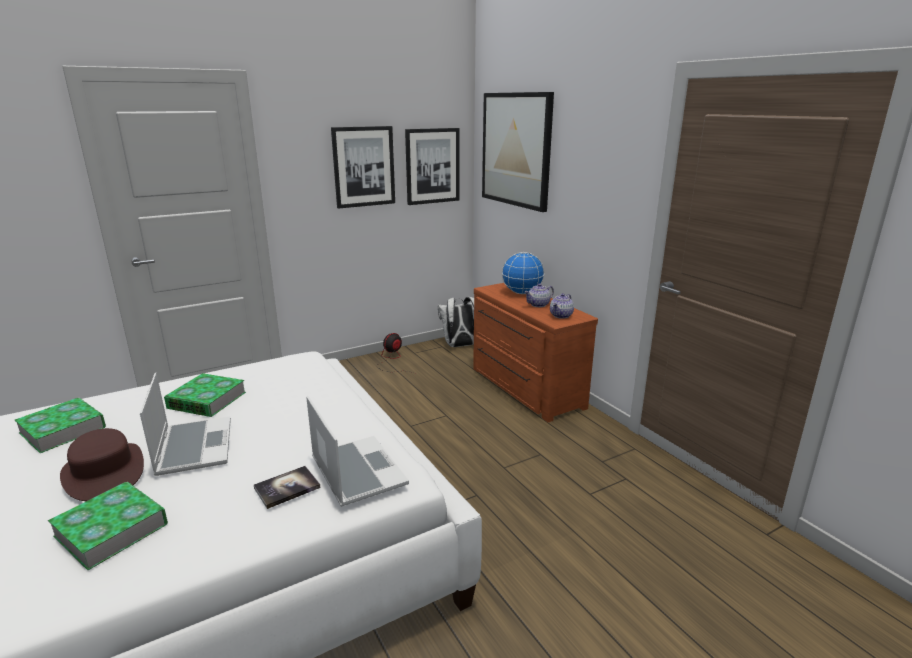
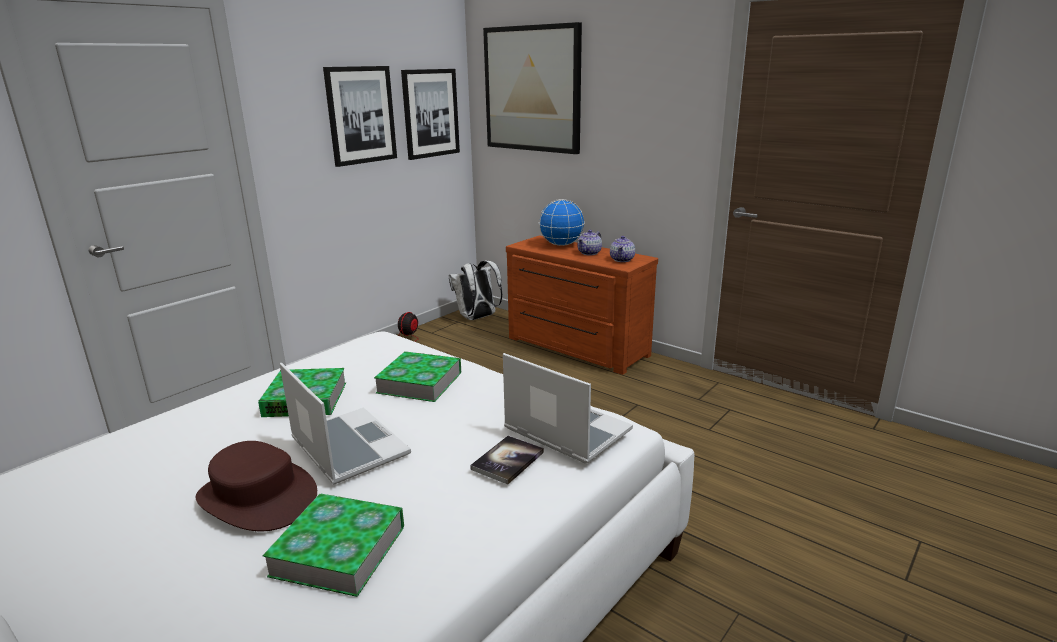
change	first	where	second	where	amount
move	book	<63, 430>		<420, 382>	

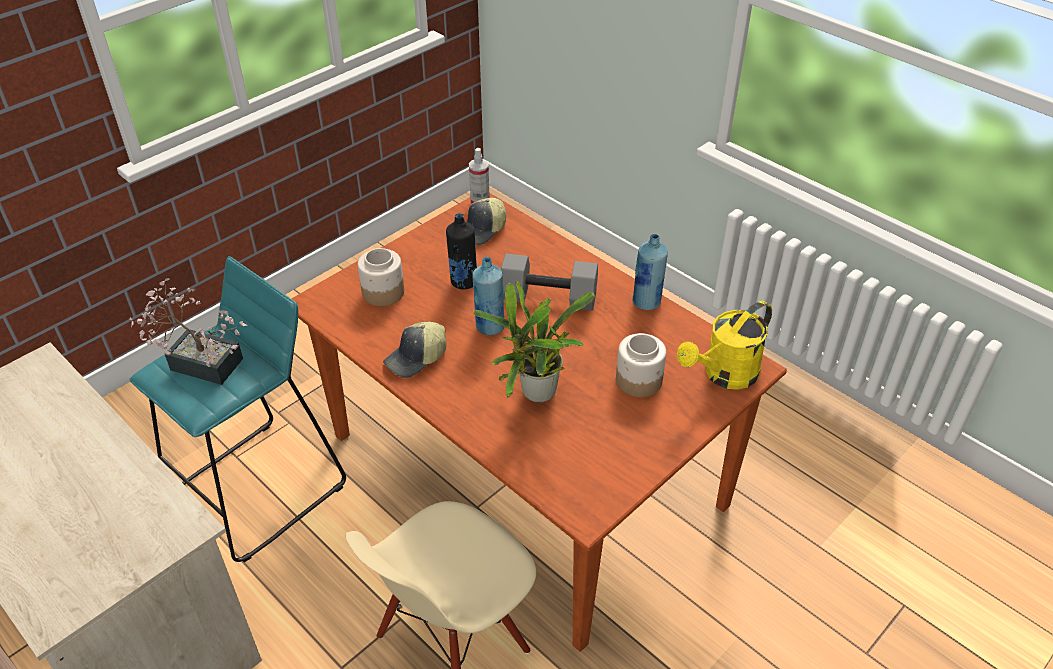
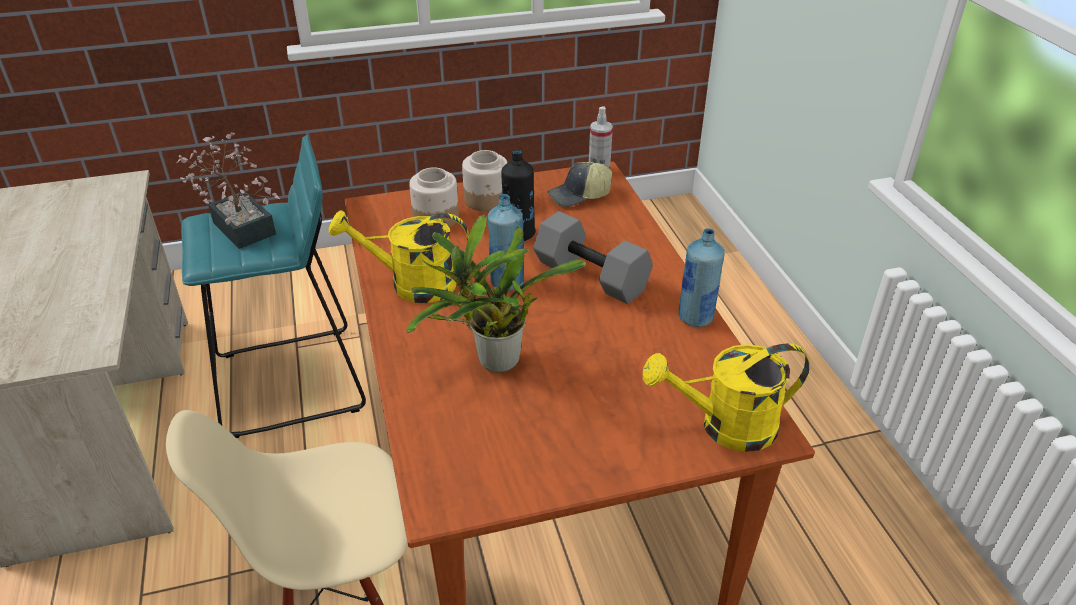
change	first	where	second	where	amount
replace	cap	<417, 358>	watering can (yellow)	<411, 285>	
move	jar	<639, 380>		<487, 200>	

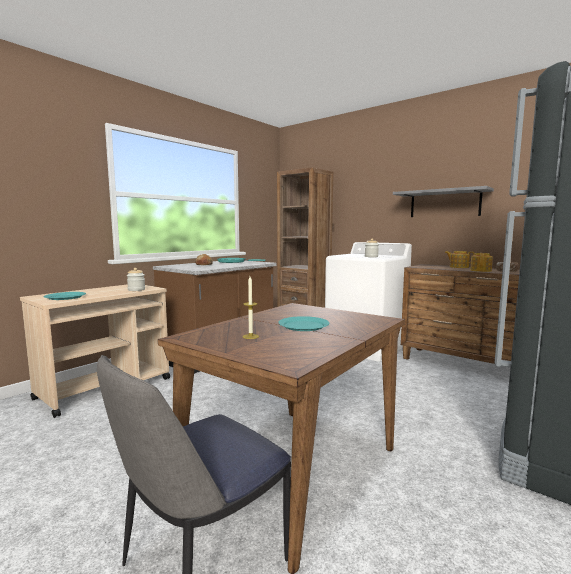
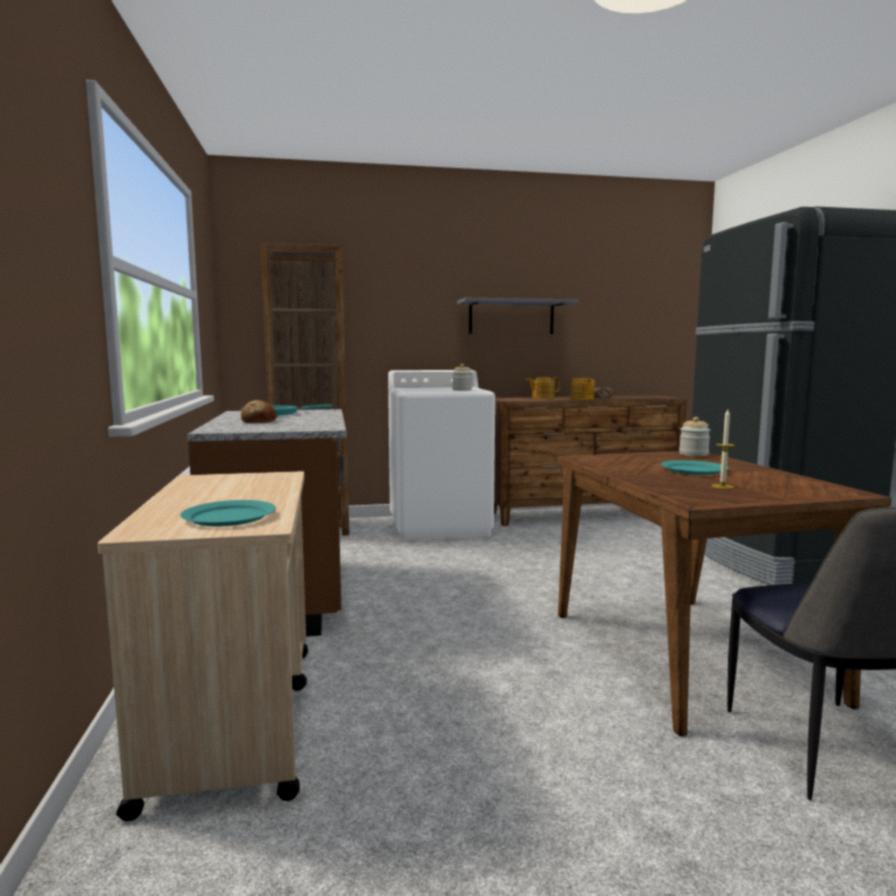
change	first	where	second	where	amount
move	jar	<136, 290>		<693, 454>	

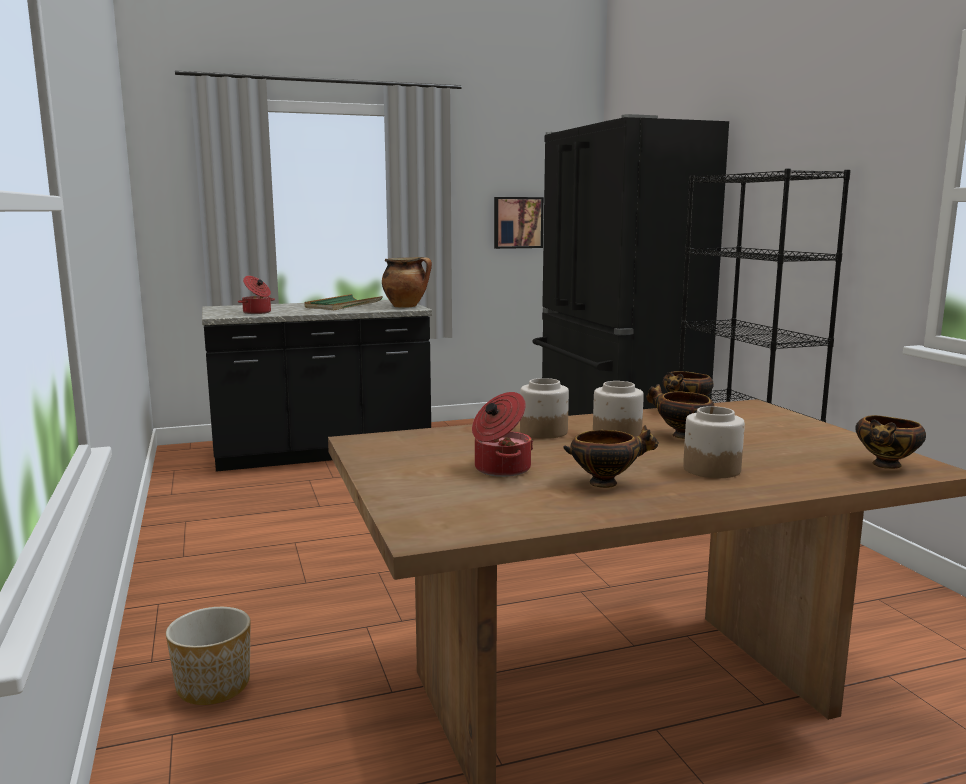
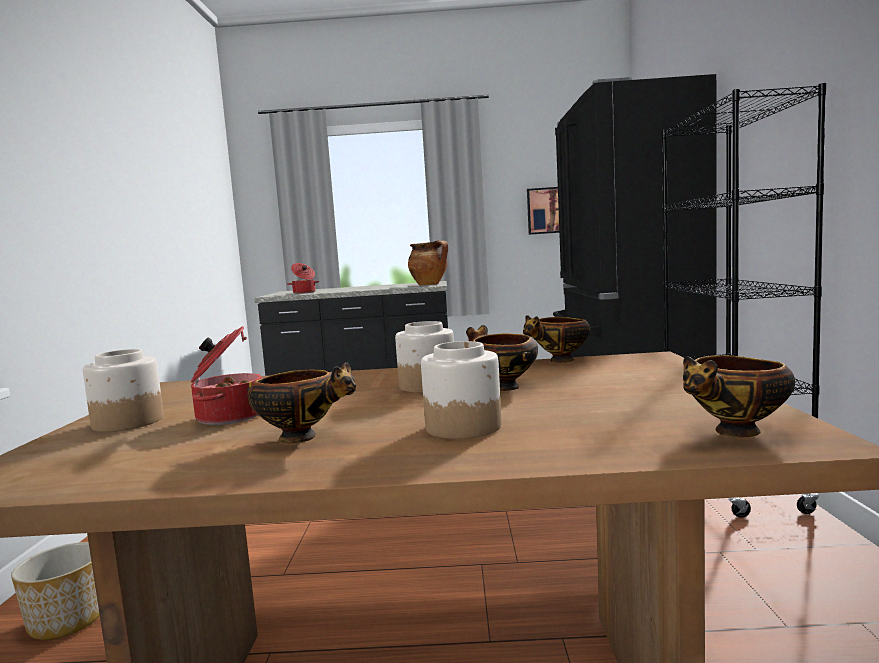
change	first	where	second	where	amount
move	jar	<543, 432>		<127, 422>	
delete	tray (green)	<343, 305>			

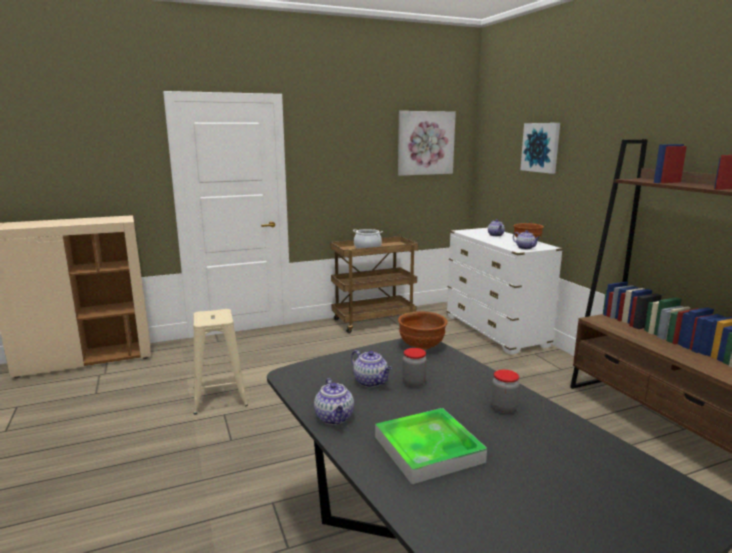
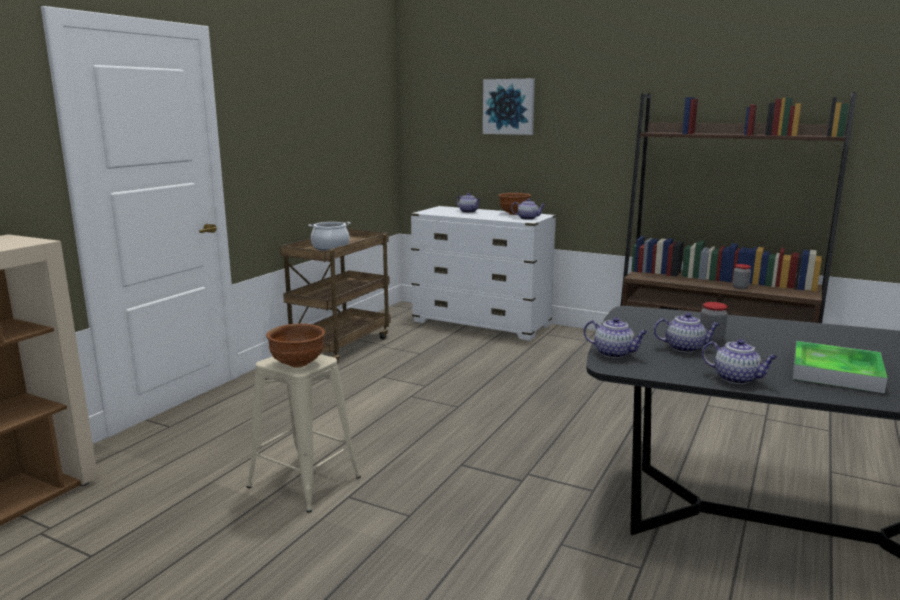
change	first	where	second	where	amount
move	bowl (brown)	<421, 347>		<298, 364>	
insert			teapot	<614, 353>	
move	jar	<503, 408>		<740, 287>	
delete	picture	<425, 143>			

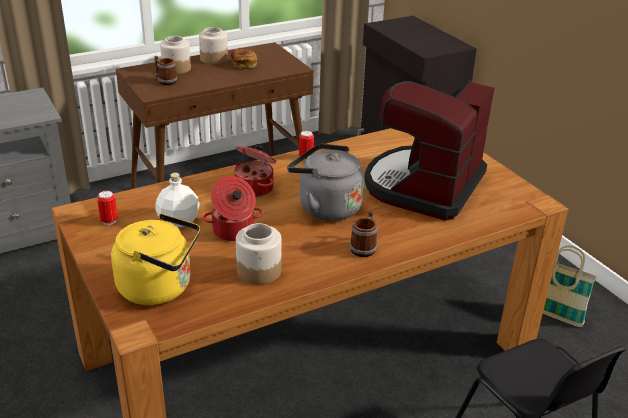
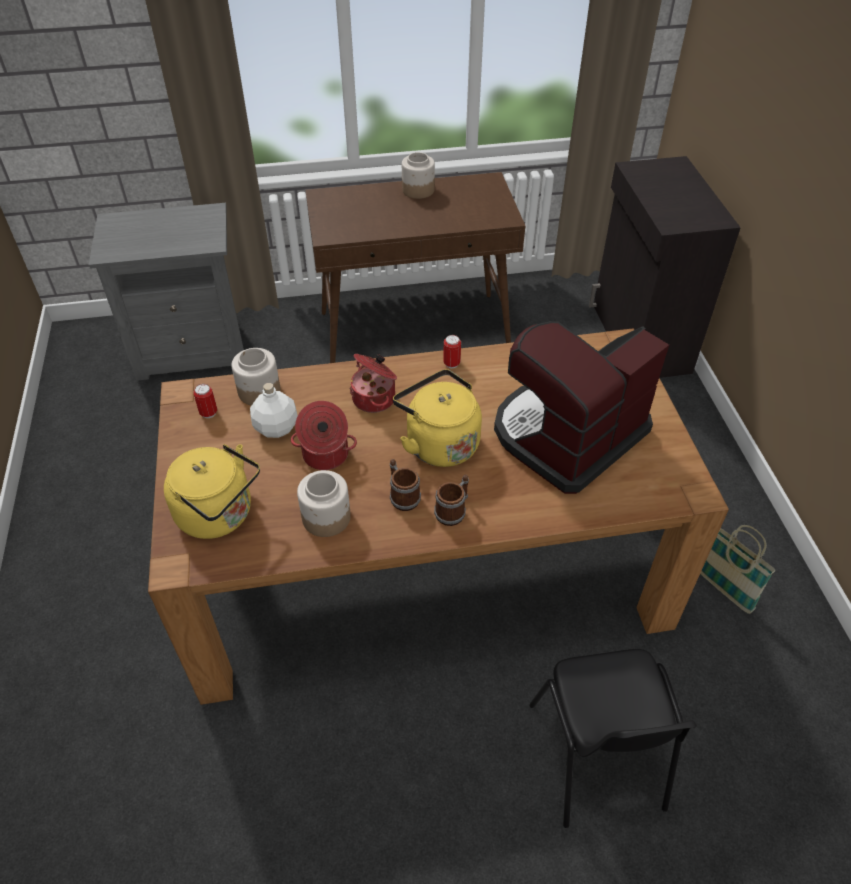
change	first	where	second	where	amount
move	jar	<176, 68>		<258, 391>	
move	mug	<165, 81>		<402, 496>	
recolor	kettle (grey)	<325, 207>	kettle (yellow)	<438, 443>	
delete	bread	<244, 65>			

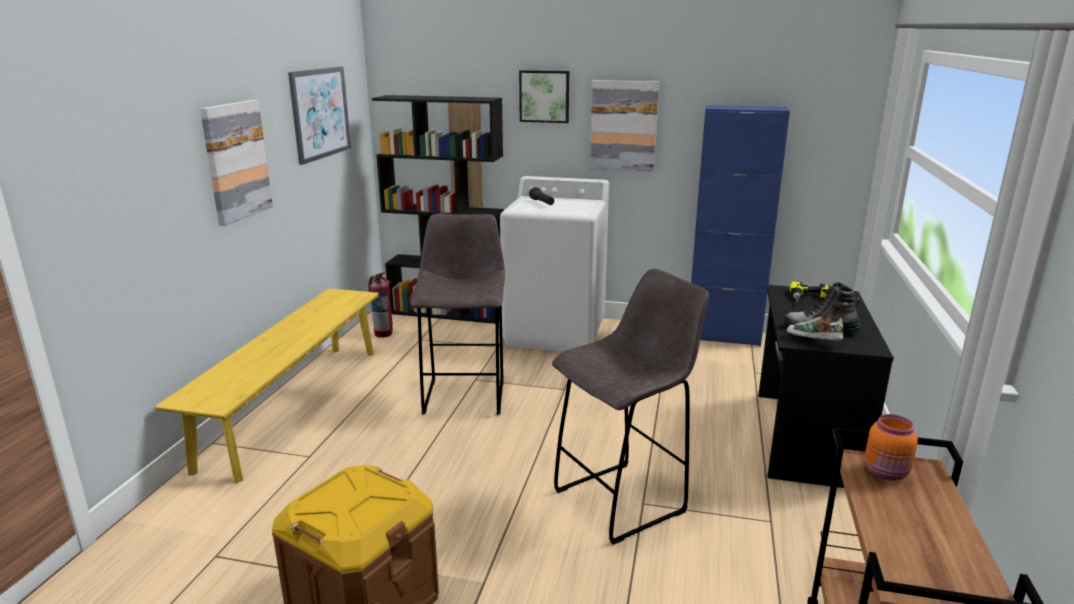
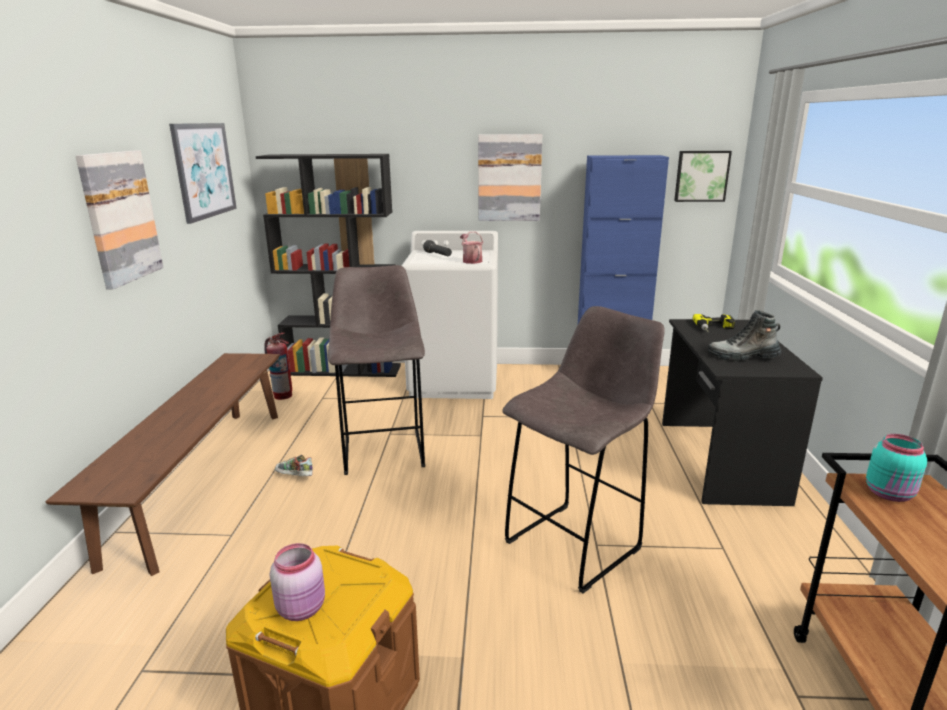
change	first	where	second	where	amount
recolor	bench (yellow)	<295, 404>	bench (brown)	<203, 478>	
insert			jar (pink)	<303, 608>	
move	shoe	<812, 341>		<294, 476>	
insert			watering can	<471, 260>	
move	picture	<544, 96>		<701, 176>	
recolor	jar (orange)	<887, 473>	jar (turquoise)	<890, 494>	

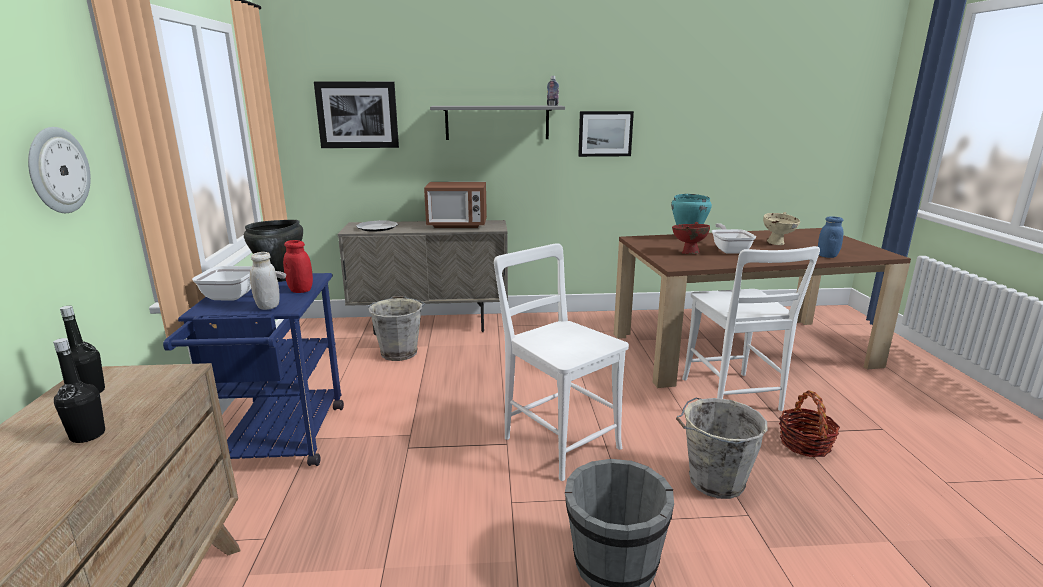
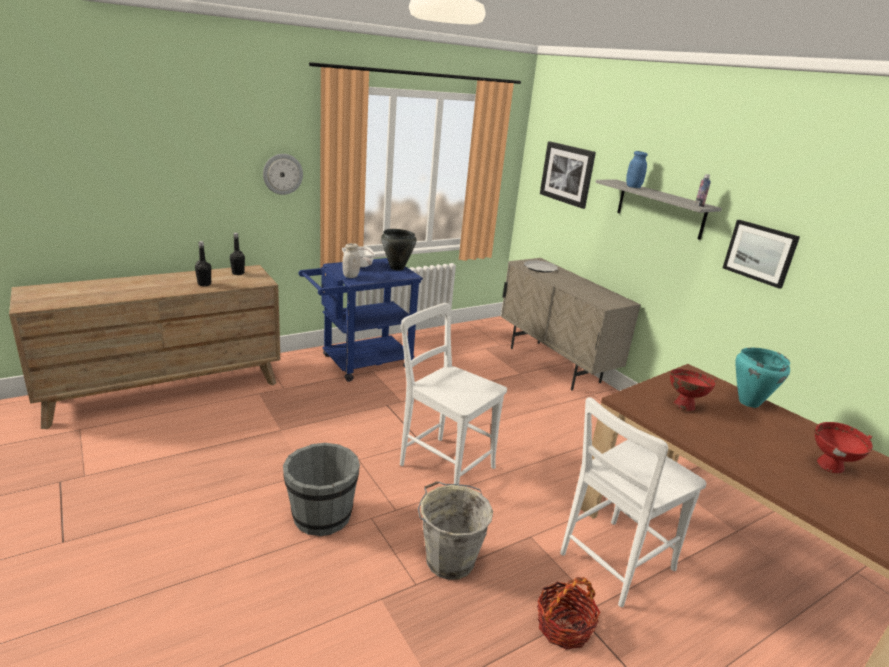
change	first	where	second	where	amount
rotate	chair (white)	<557, 440>		<443, 464>	75 degrees counterclockwise
move	jar (blue)	<827, 256>		<633, 187>	
recolor	bowl (beige)	<777, 243>	bowl (red)	<830, 468>	
delete	jar (red)	<300, 290>			
delete	bucket (grey)	<399, 352>			
delete	microwave	<457, 225>			
delete	frying pan	<729, 250>			

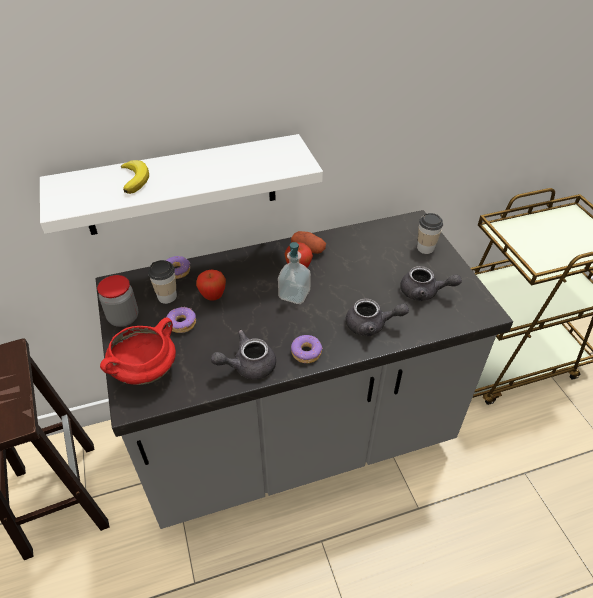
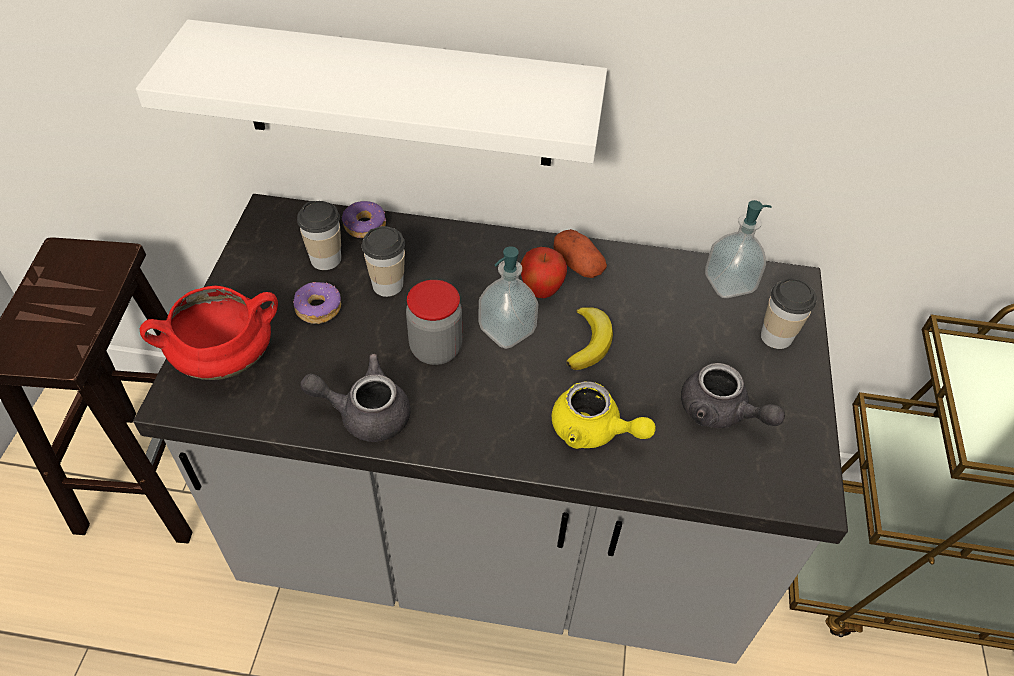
change	first	where	second	where	amount
replace	apple	<213, 296>	cup	<388, 285>	
move	jar	<123, 318>		<436, 349>	
recolor	teapot (grey)	<371, 325>	teapot (yellow)	<593, 431>	
move	banana	<135, 179>		<589, 341>	
insert			soap dispenser	<729, 283>	
delete	donut	<306, 353>			

